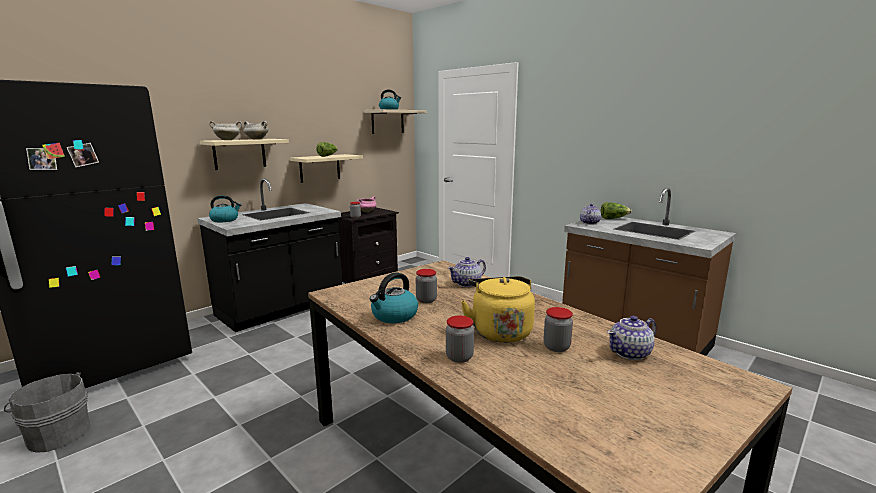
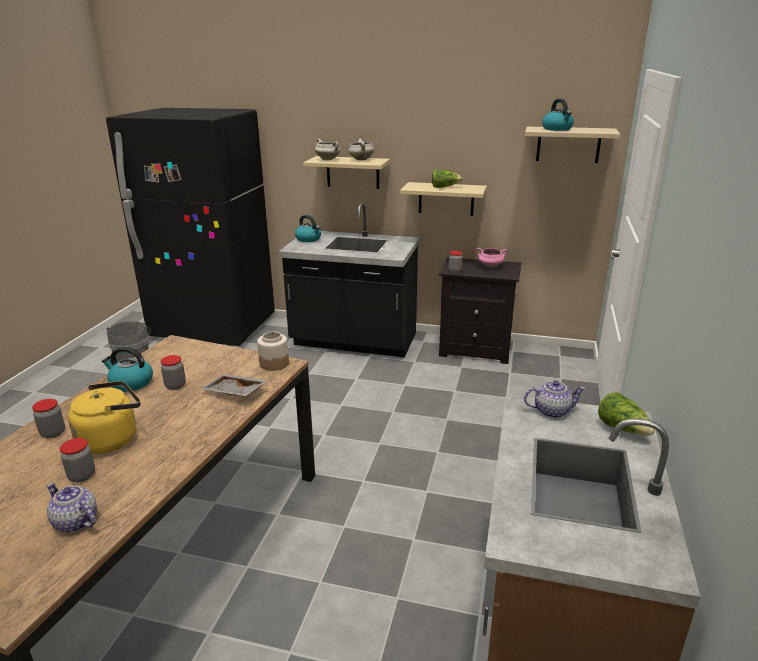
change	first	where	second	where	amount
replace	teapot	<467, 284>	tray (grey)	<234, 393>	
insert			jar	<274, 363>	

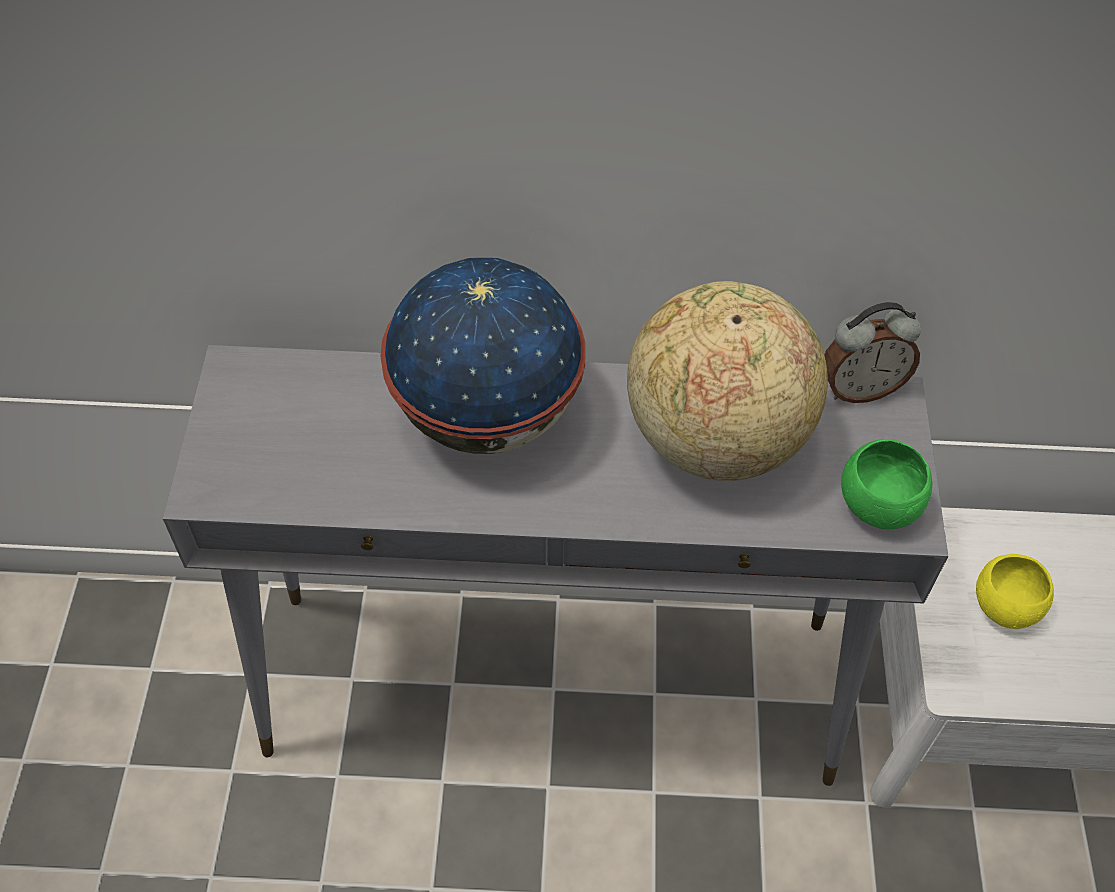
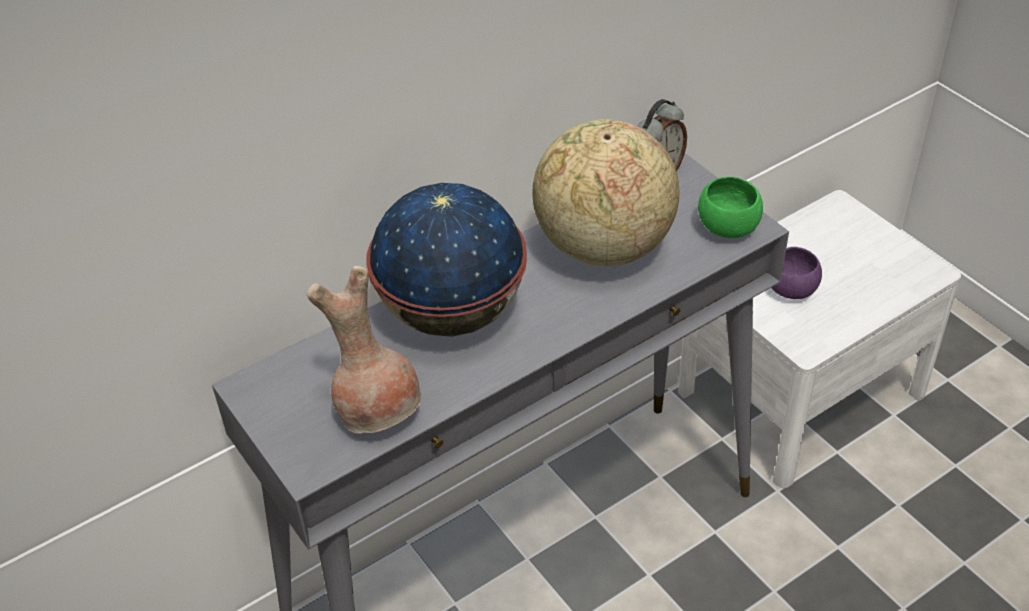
change	first	where	second	where	amount
insert			vase (brown)	<378, 410>	
recolor	bowl (yellow)	<1005, 605>	bowl (purple)	<791, 289>	

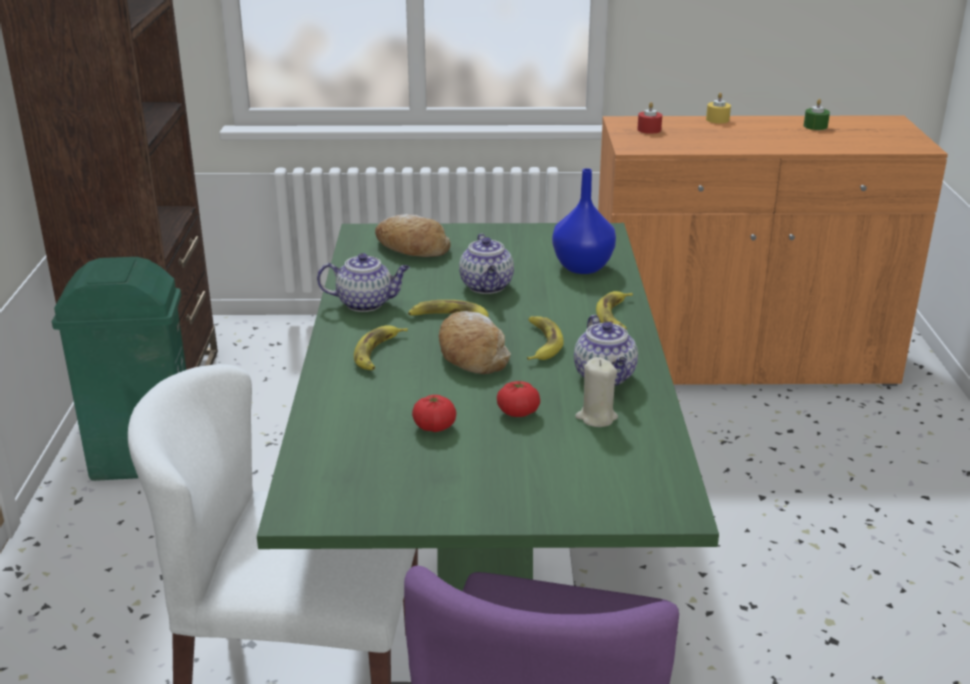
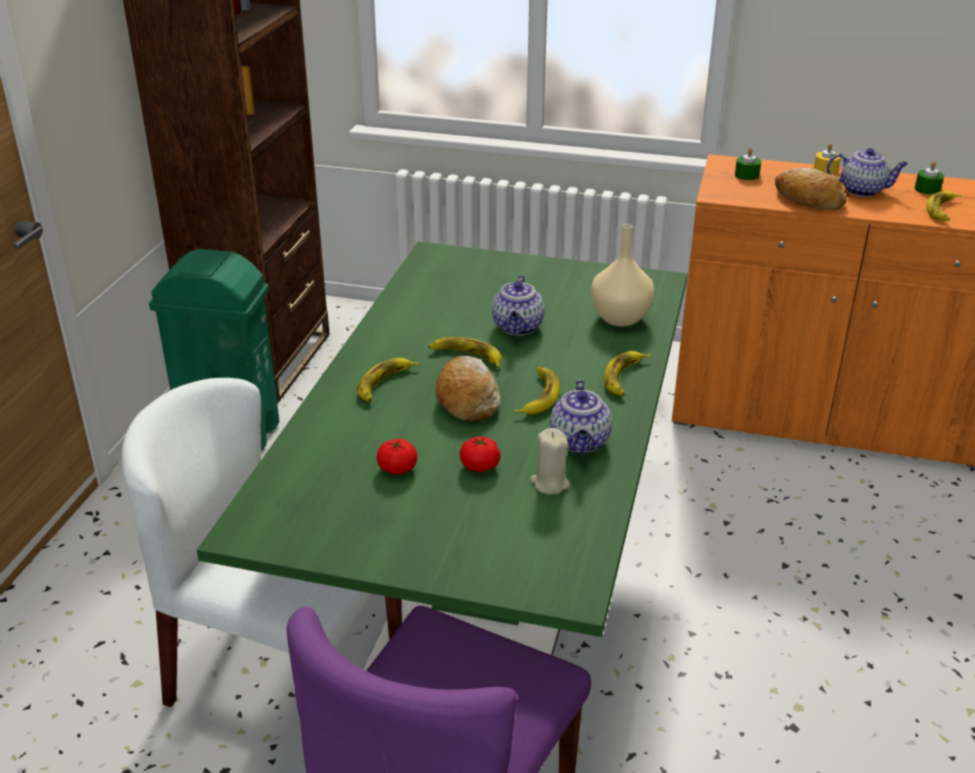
change	first	where	second	where	amount
recolor	vase (blue)	<584, 267>	vase (beige)	<621, 318>	
recolor	candle (red)	<649, 129>	candle (green)	<746, 175>	
move	bread	<411, 248>		<807, 200>	
move	teapot	<366, 303>		<863, 191>	
insert			banana	<942, 210>	

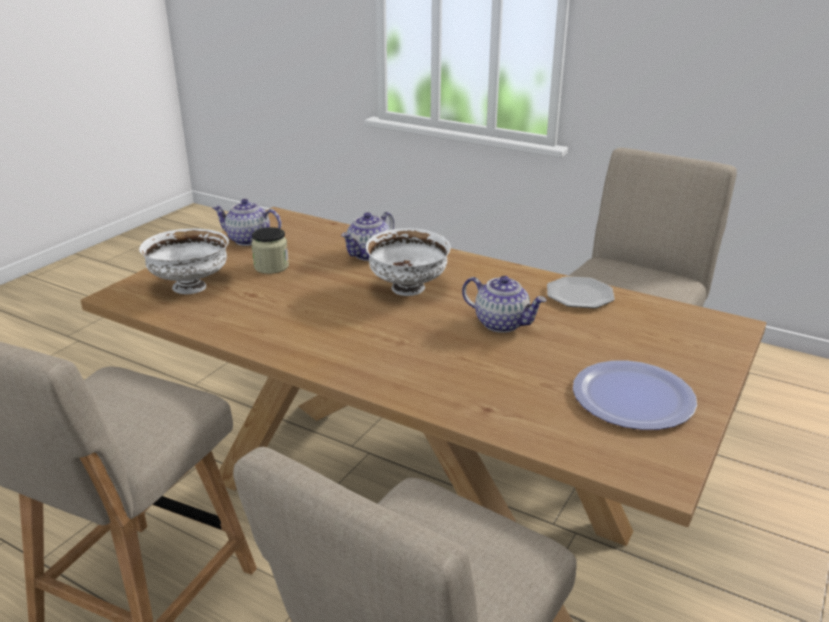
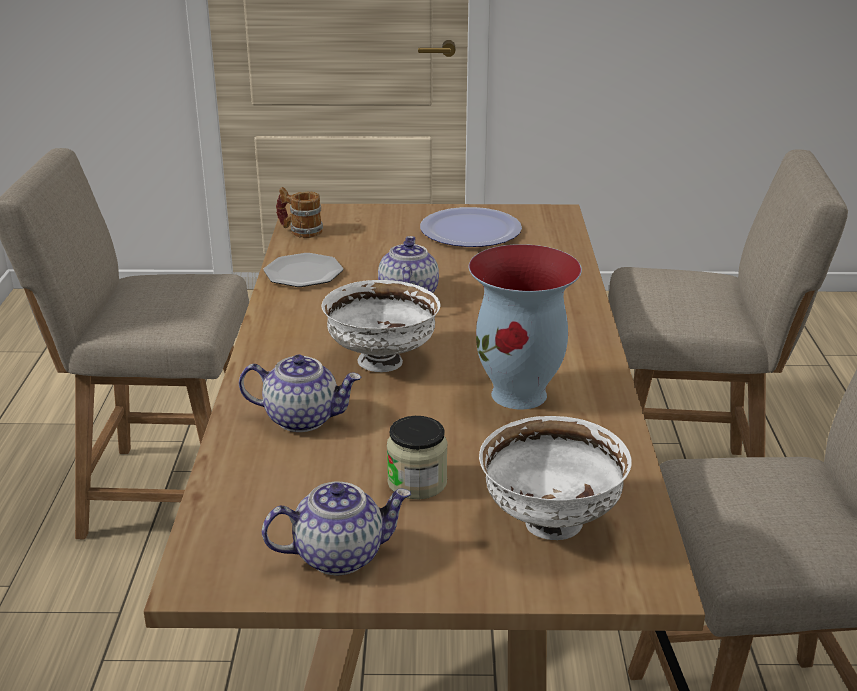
change	first	where	second	where	amount
rotate	teapot	<248, 240>		<339, 555>	90 degrees counterclockwise
insert			mug	<300, 231>	
insert			vase	<521, 394>	

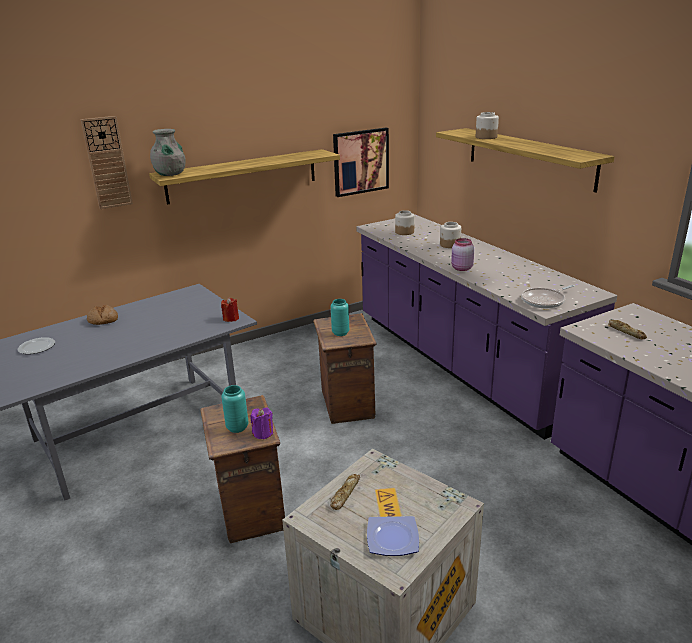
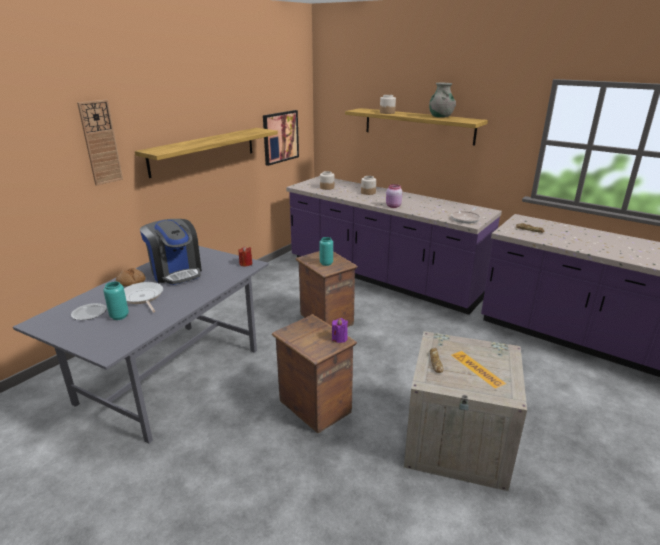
change	first	where	second	where	amount
move	vase (turquoise)	<237, 427>		<119, 316>	
insert			frying pan	<142, 297>	
insert			coffee machine	<176, 272>	
move	vase (grey)	<170, 174>		<440, 117>	
delete	plate	<391, 538>			

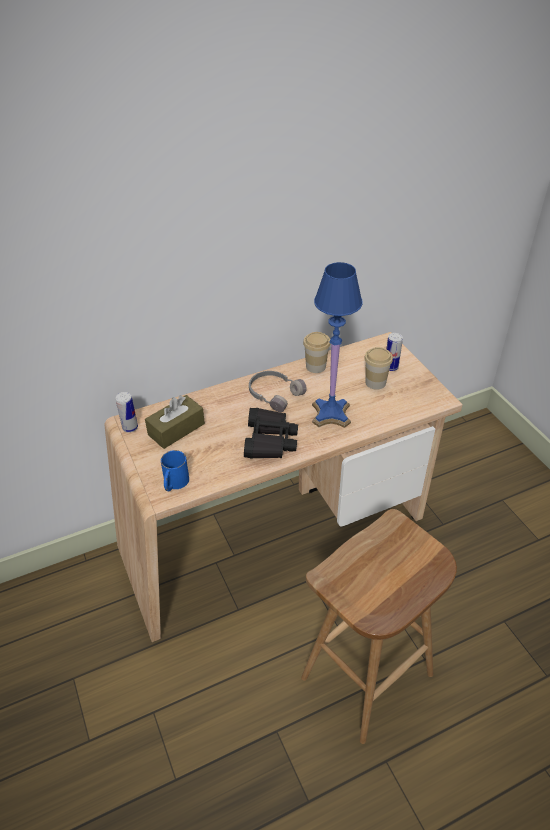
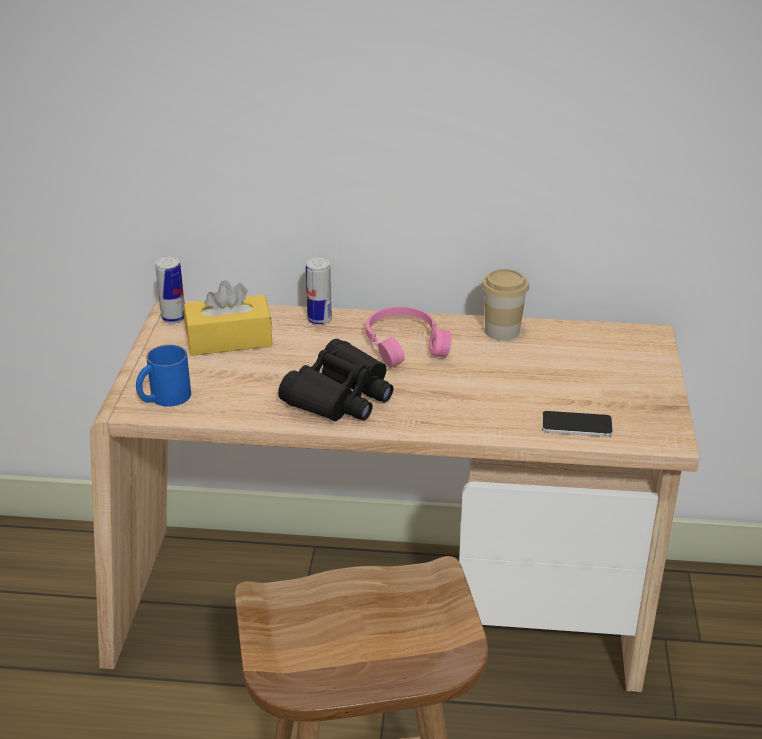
change	first	where	second	where	amount
recolor	tissue box (brown)	<176, 429>	tissue box (yellow)	<229, 340>	
move	can	<391, 367>		<319, 319>	
recolor	headphones (grey)	<274, 394>	headphones (pink)	<405, 344>	
insert			phone	<576, 425>	
delete	table lamp (blue)	<331, 414>			
delete	cup	<375, 382>			

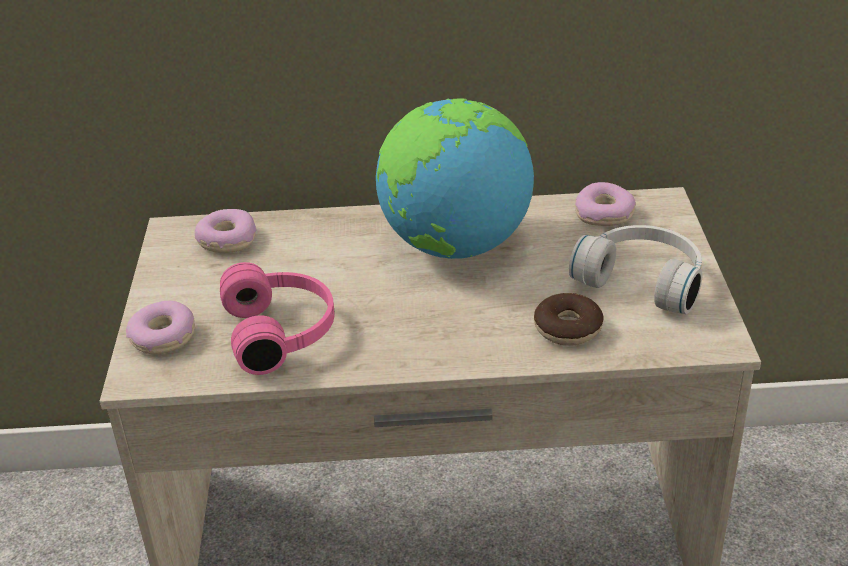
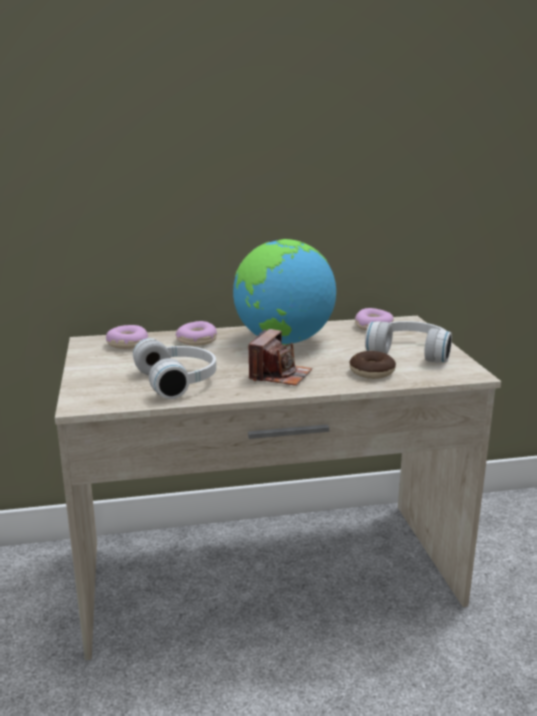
change	first	where	second	where	amount
recolor	headphones (pink)	<282, 331>	headphones (white)	<179, 381>	
move	donut	<163, 337>		<197, 341>	
insert			photo camera	<279, 375>	

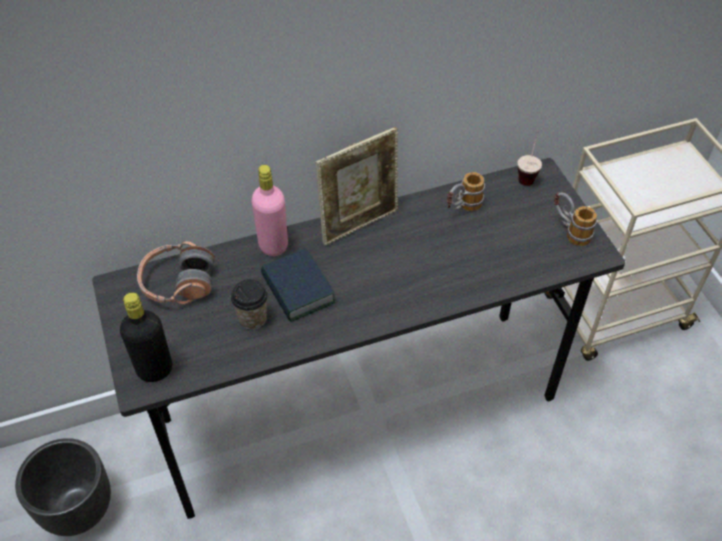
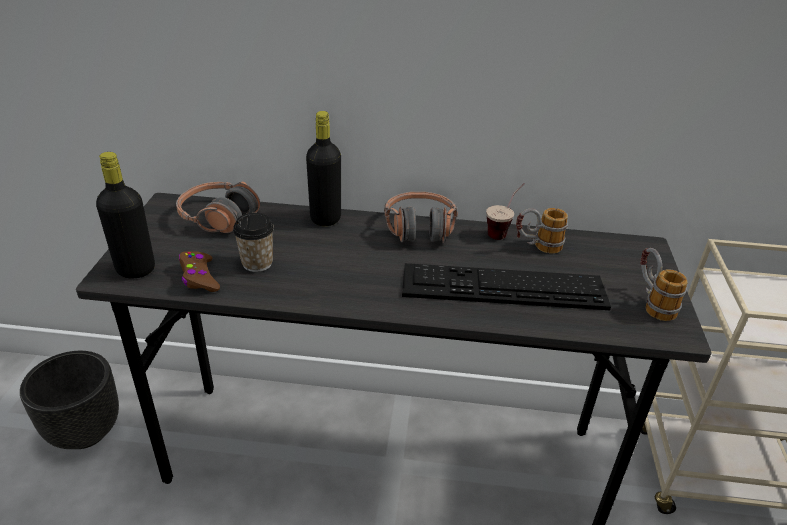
change	first	where	second	where	amount
insert			game controller (brown)	<199, 277>	
recolor	bottle (pink)	<273, 245>	bottle (black)	<325, 218>	
replace	picture frame	<359, 224>	headphones	<420, 228>	
insert			keyboard	<503, 286>	
move	cup	<528, 174>		<503, 231>	
delete	book	<298, 290>			

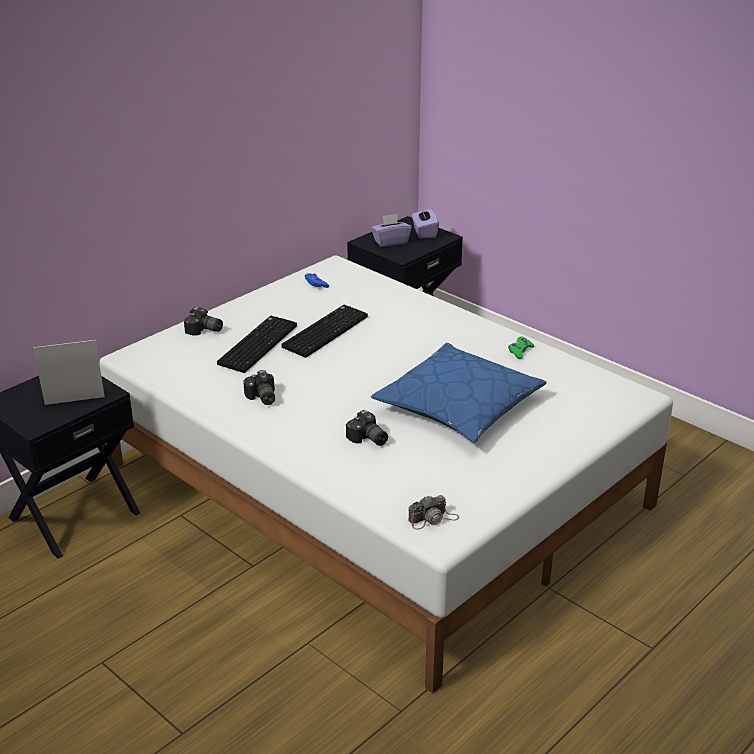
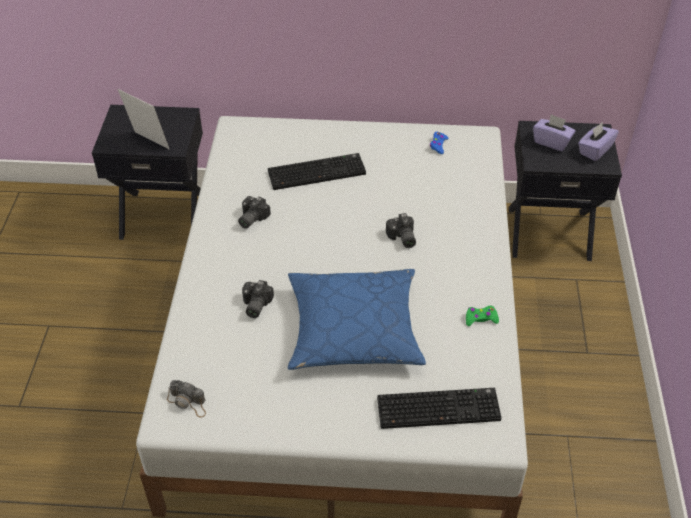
change	first	where	second	where	amount
move	keyboard	<324, 331>		<439, 407>	
move	photo camera	<204, 330>		<401, 238>	

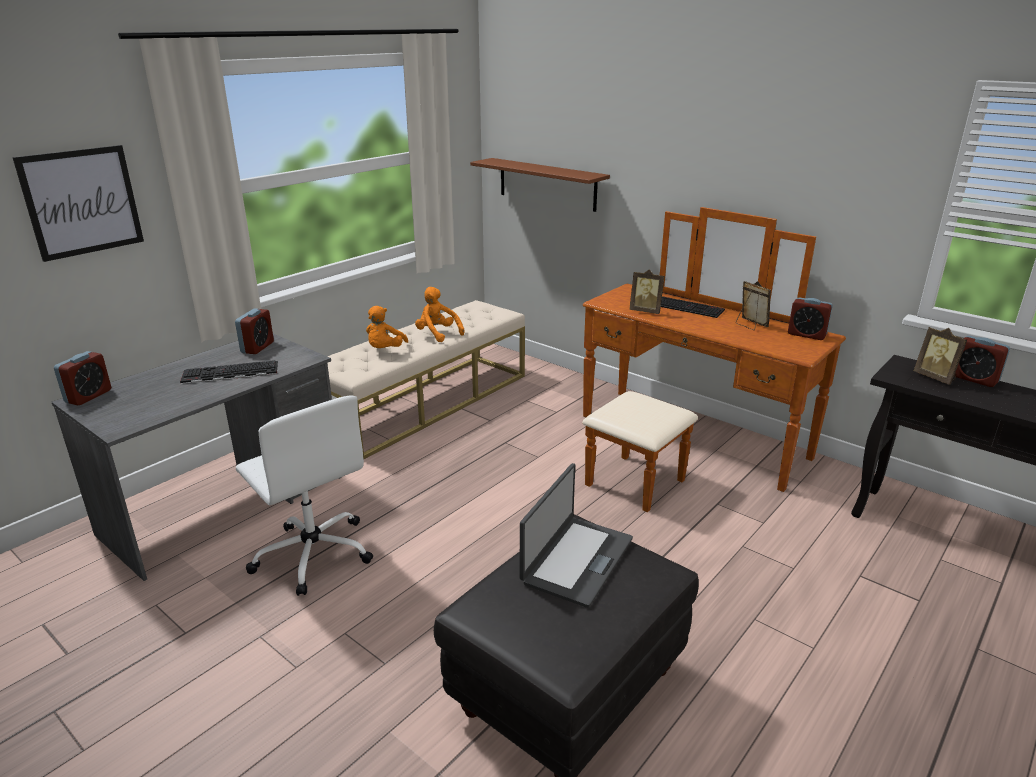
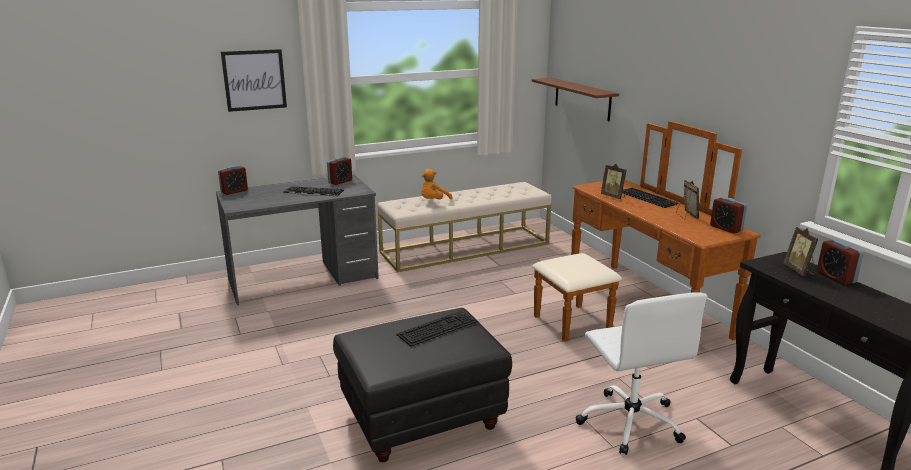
change	first	where	second	where	amount
replace	laptop	<576, 560>	keyboard	<437, 328>	
move	office chair (white)	<313, 553>		<630, 421>	
delete	plush toy (orange)	<437, 334>			

